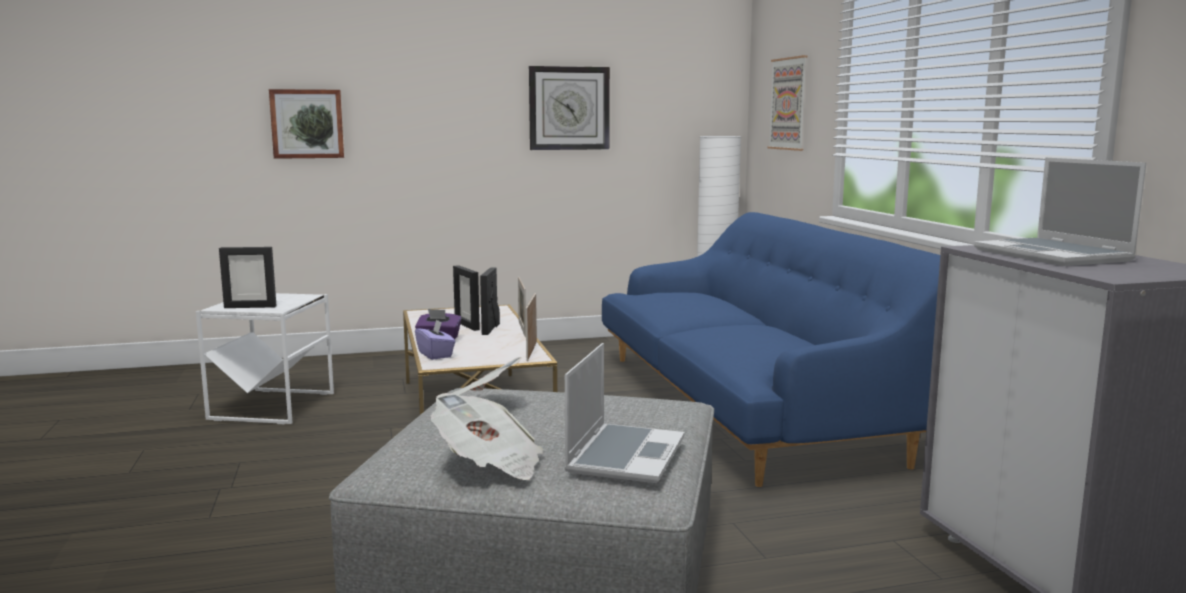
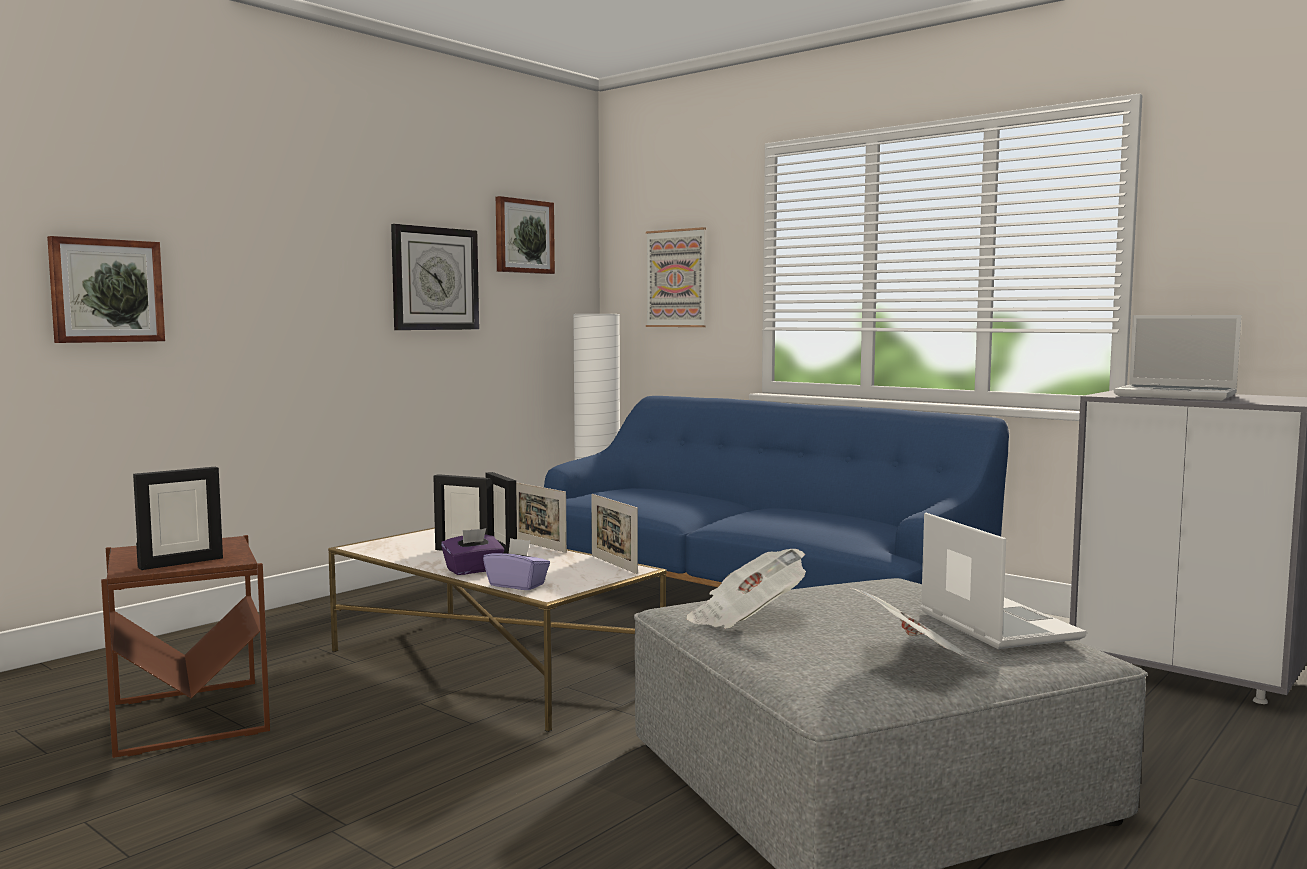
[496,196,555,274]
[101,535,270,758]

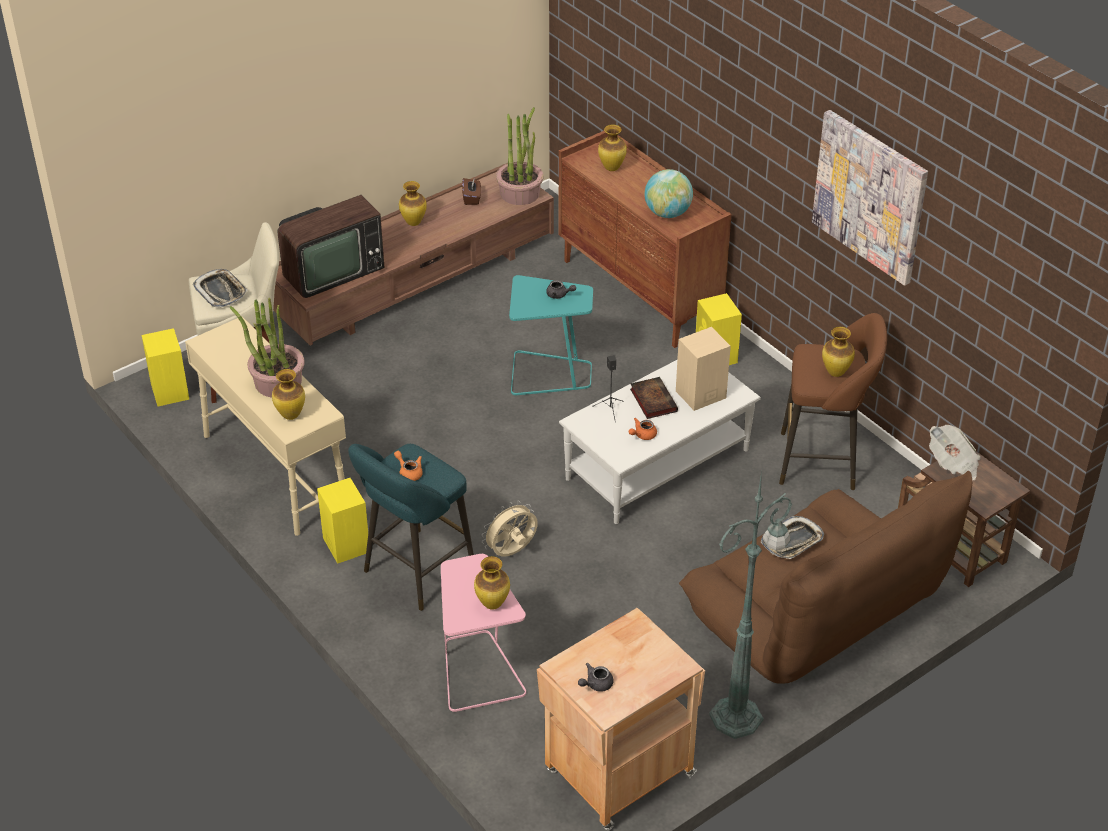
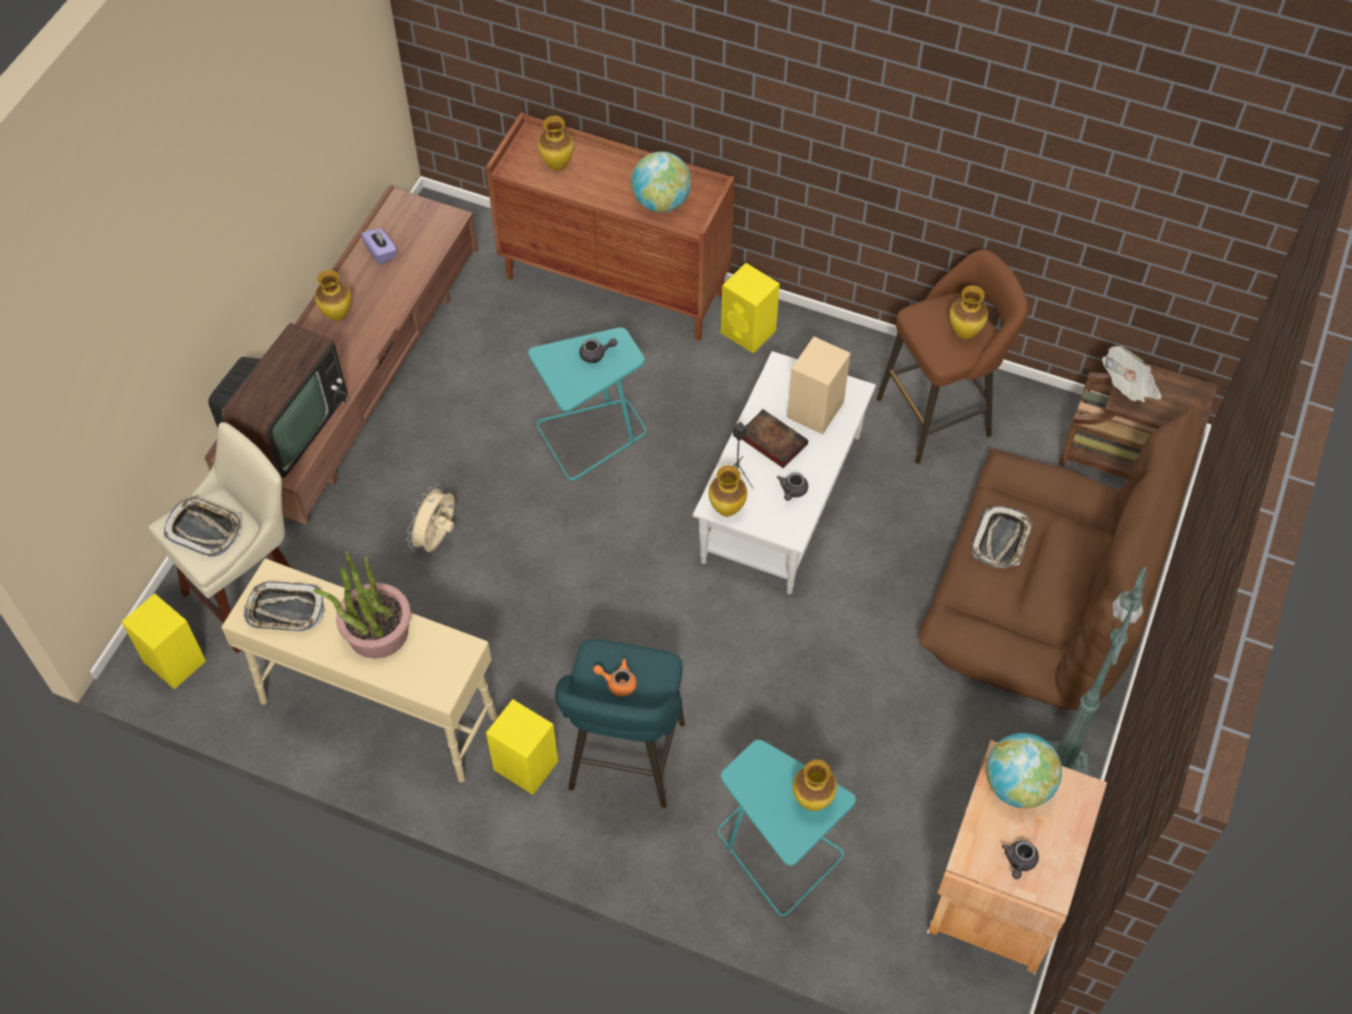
[496,107,544,205] (first image)
[812,110,928,286] (first image)
[243,581,325,632]
[986,733,1062,808]
[709,465,747,517]
[406,484,455,552]
[718,740,856,916]
[361,228,397,265]
[777,473,808,501]

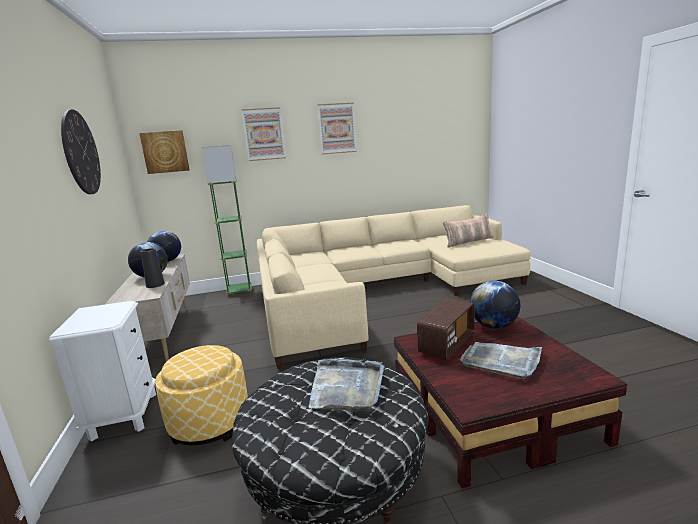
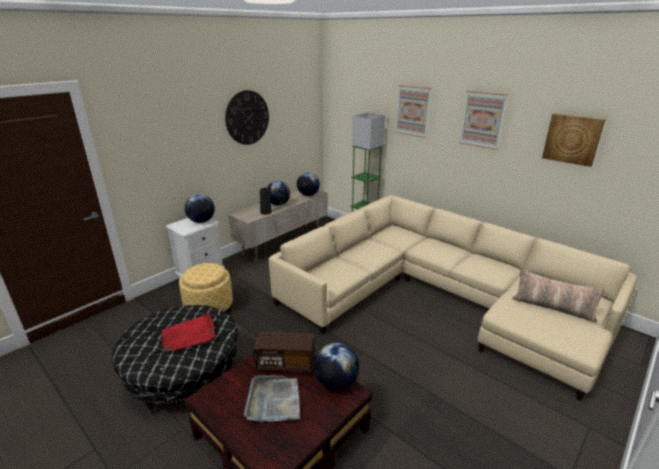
[184,194,215,223]
[542,113,605,167]
[162,313,215,353]

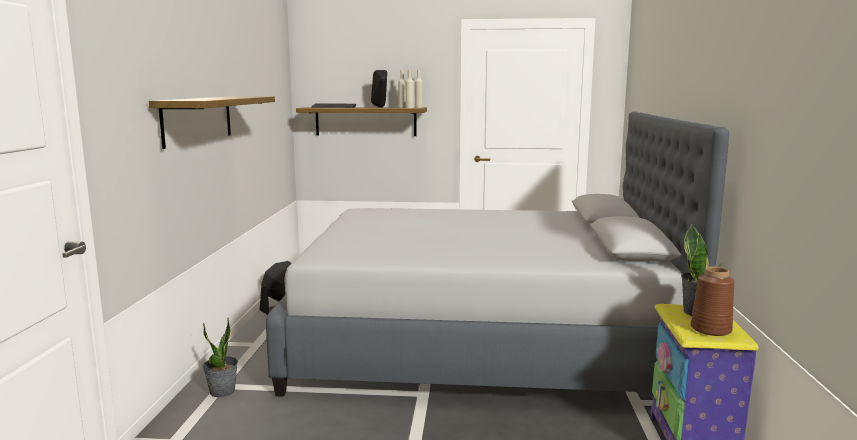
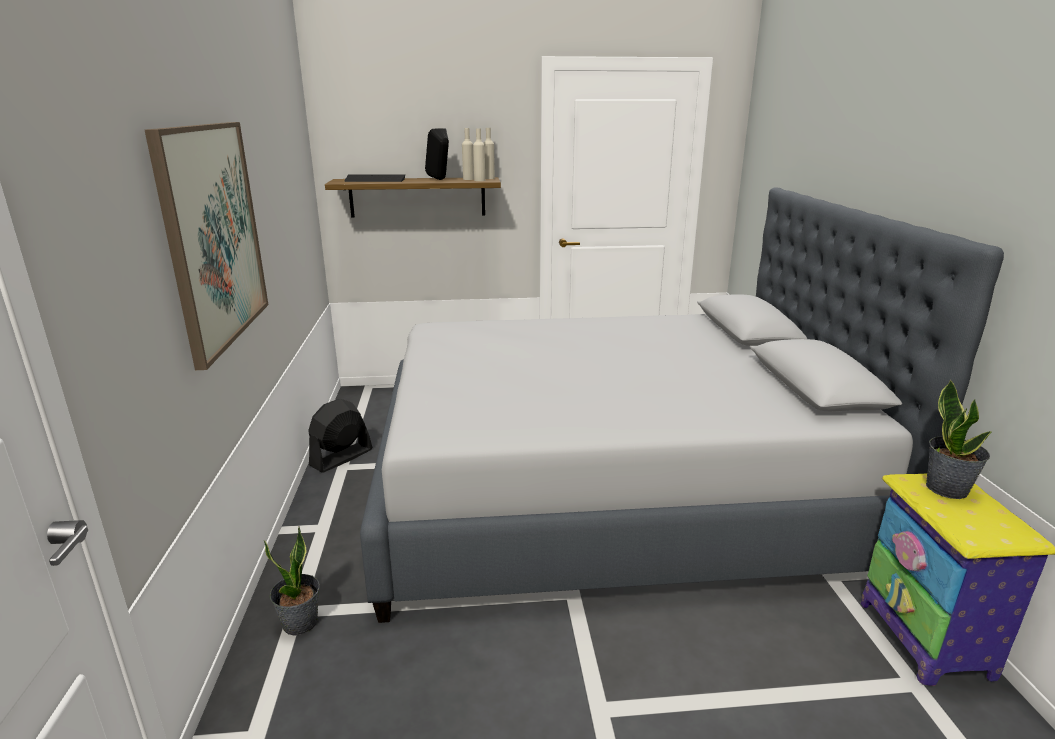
[690,266,735,336] (first image)
[145,122,268,370]

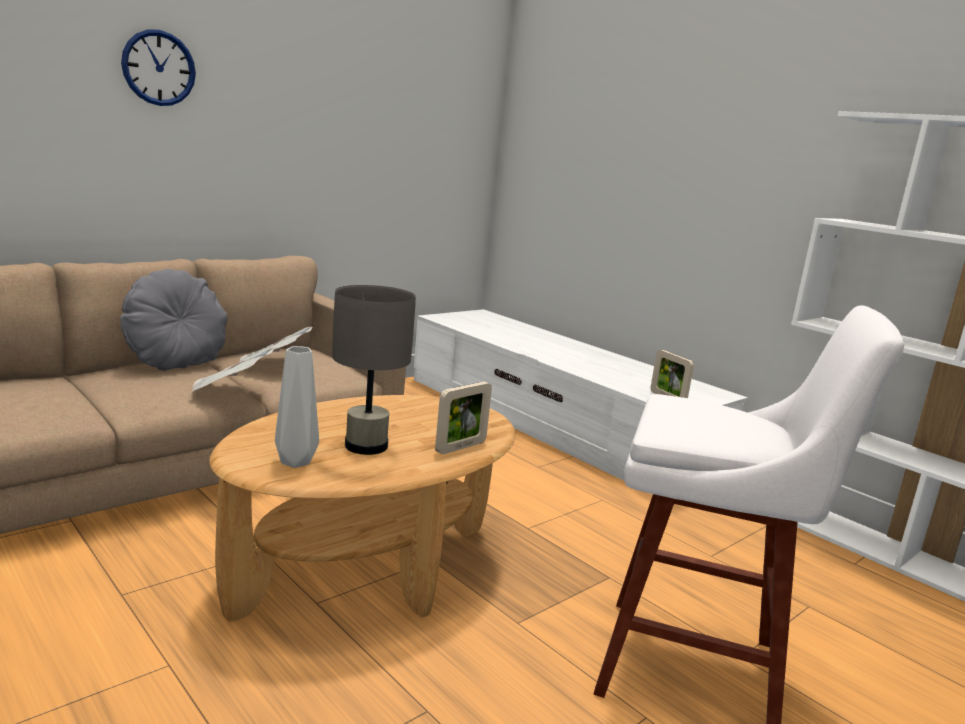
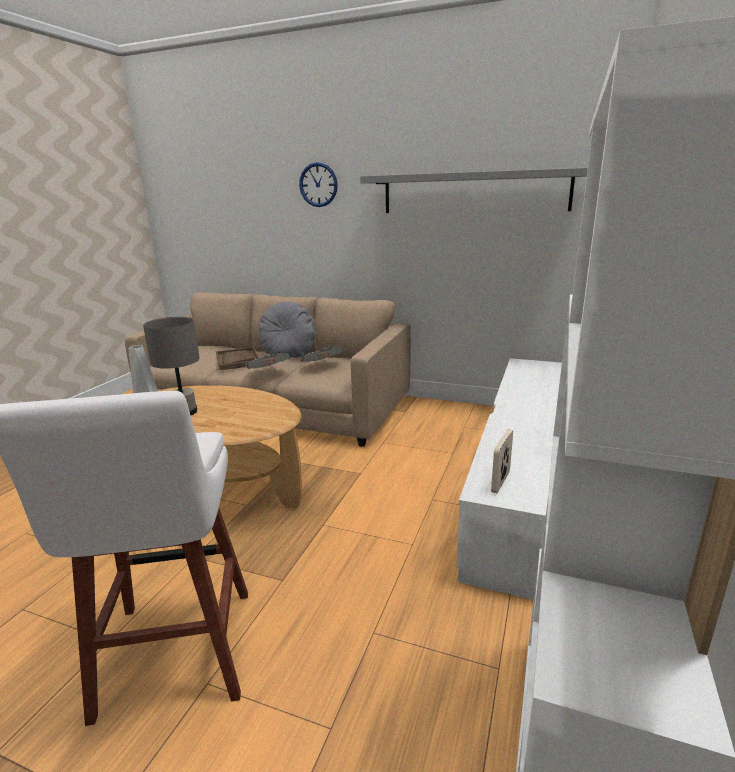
[435,381,492,454] (first image)
[216,347,259,370]
[360,168,588,213]

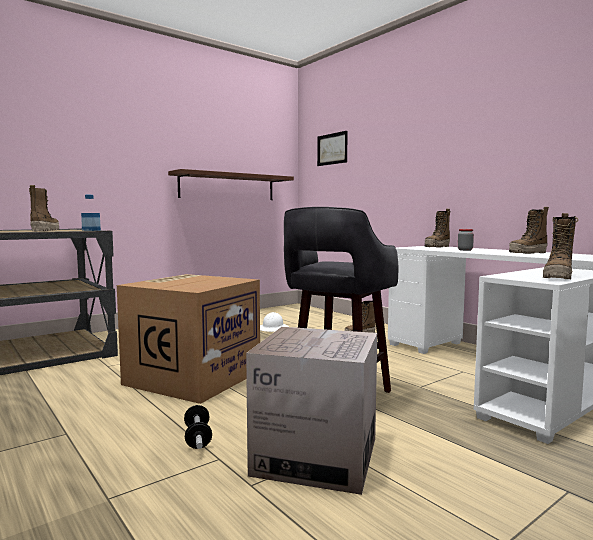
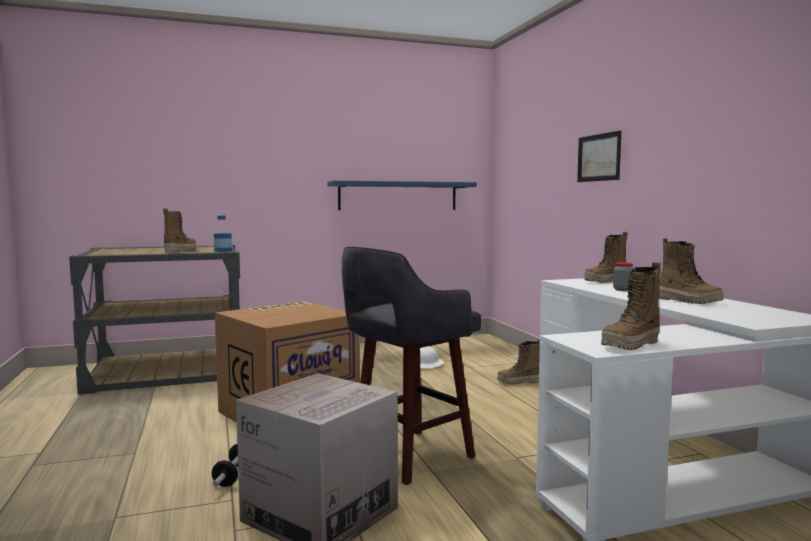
[577,131,621,182]
[327,181,477,210]
[658,238,724,304]

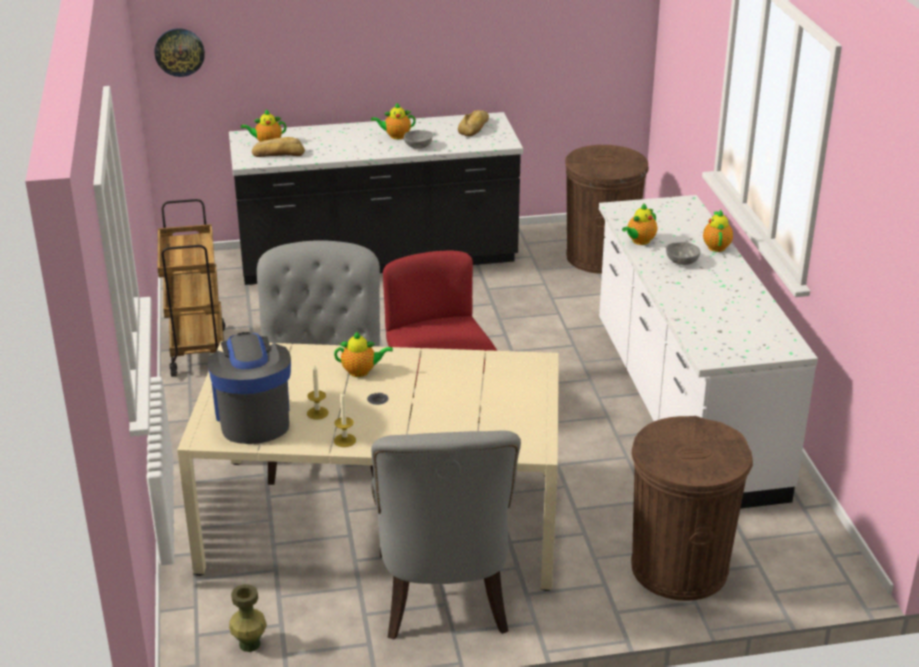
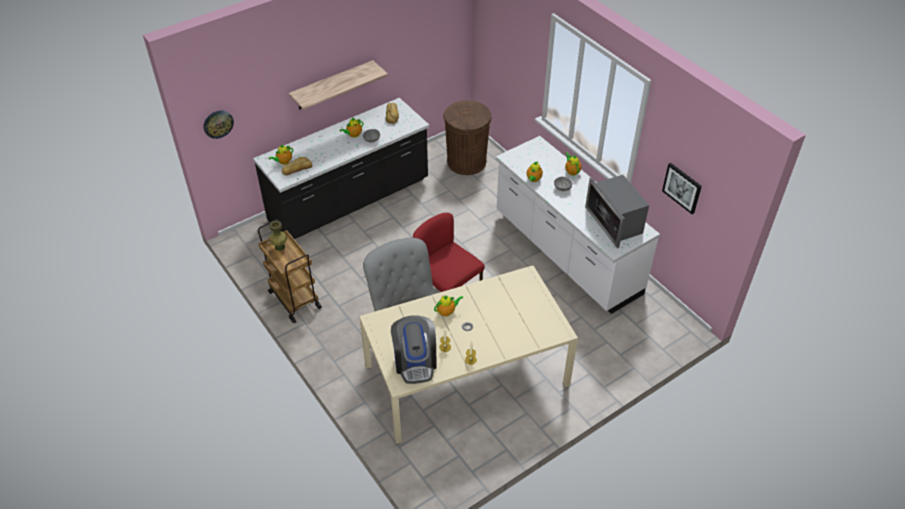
[371,430,521,639] (first image)
[631,416,753,601] (first image)
[288,60,388,110]
[585,175,649,248]
[662,163,702,214]
[269,221,287,251]
[391,315,437,384]

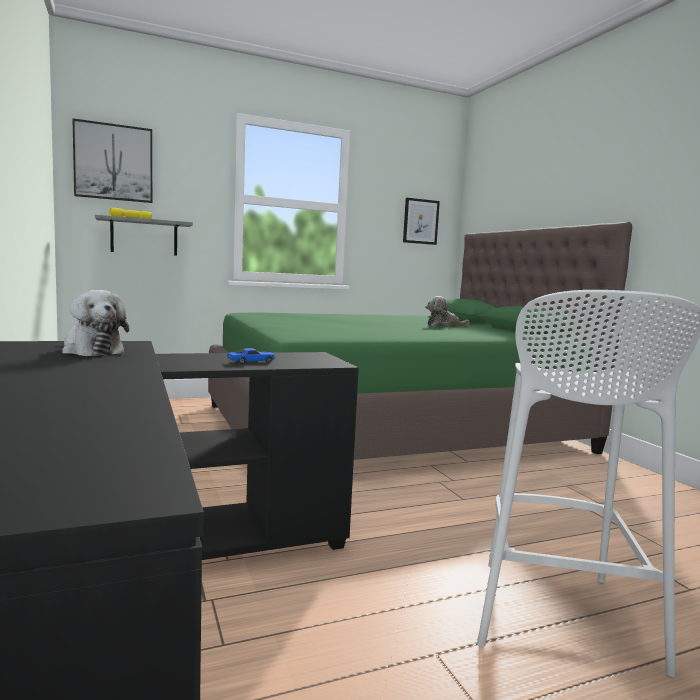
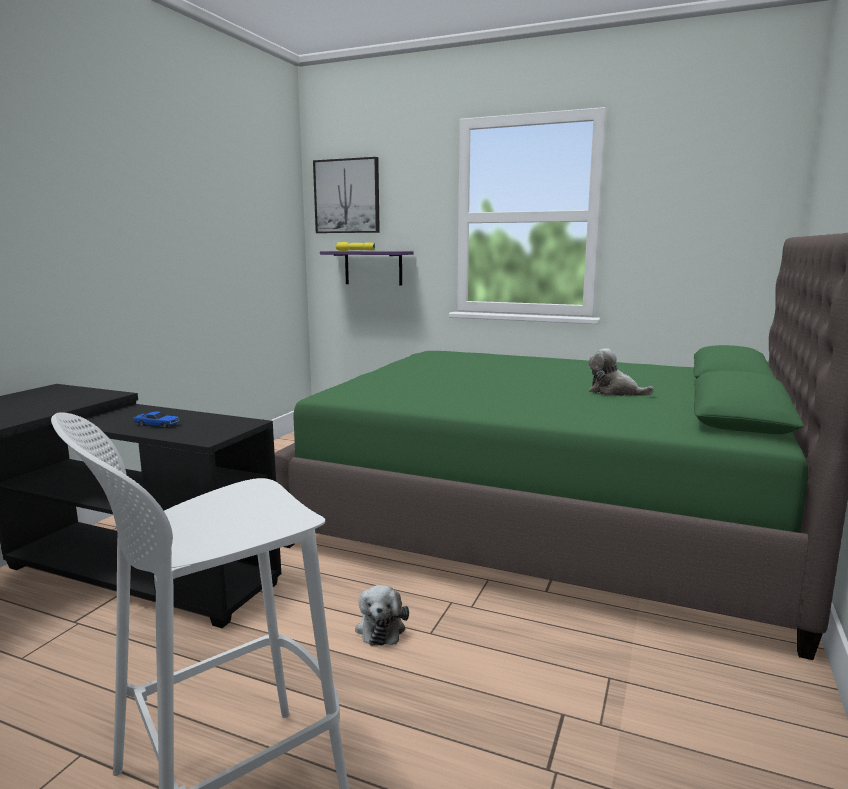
[403,198,440,245] (first image)
[355,585,409,646]
[320,251,414,286]

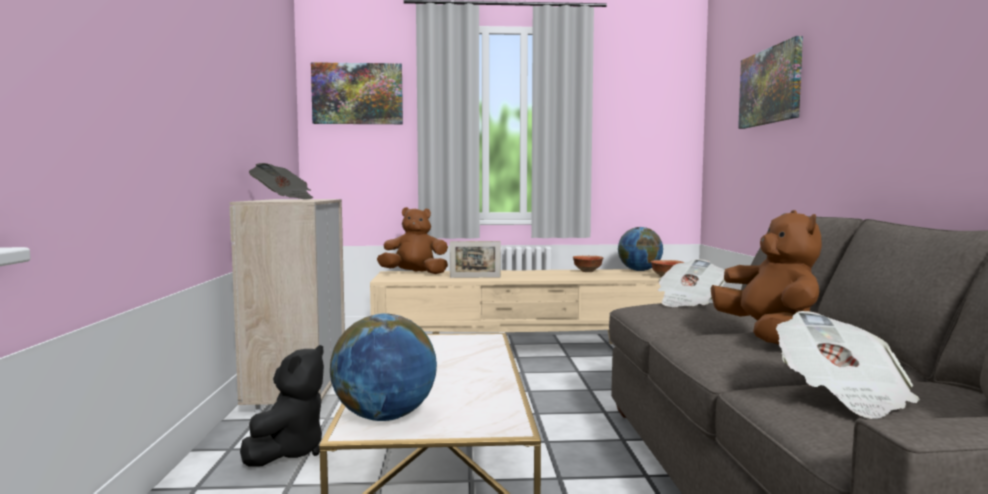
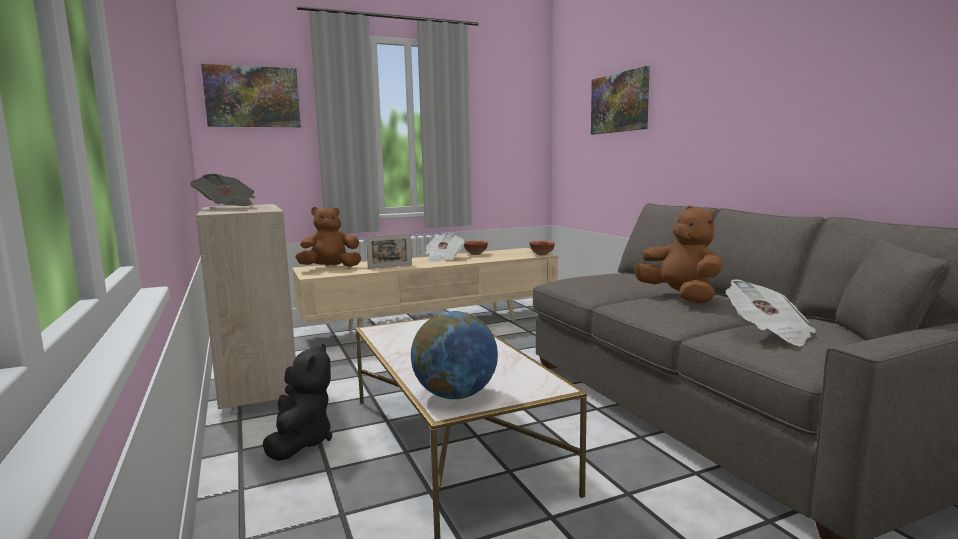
[618,227,663,271] (first image)
[425,233,465,262]

